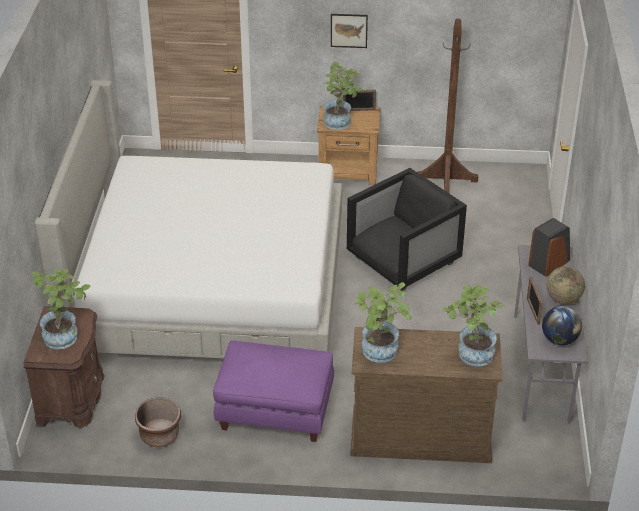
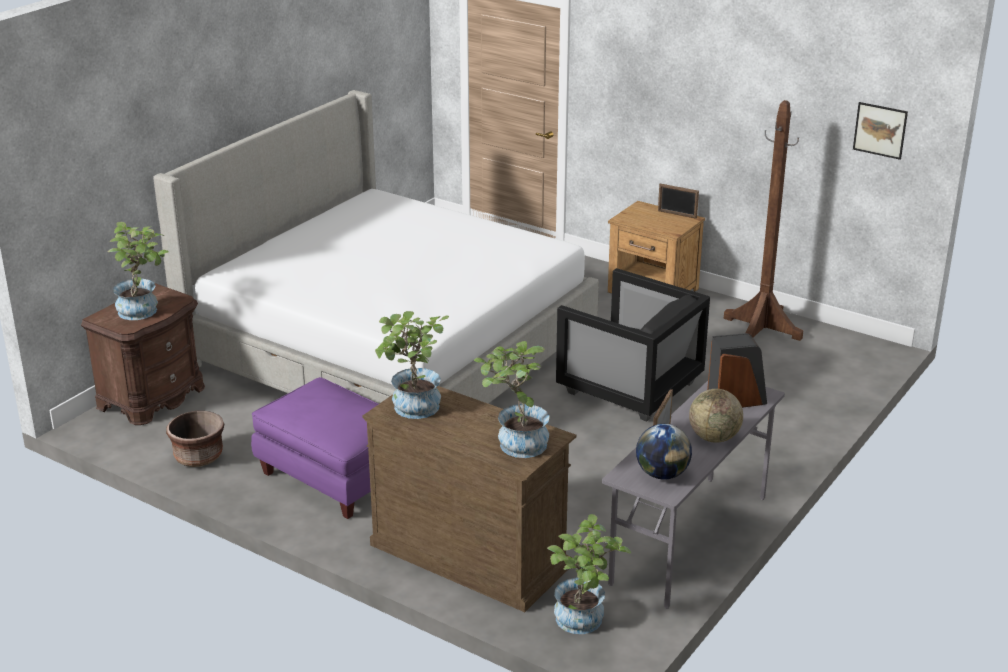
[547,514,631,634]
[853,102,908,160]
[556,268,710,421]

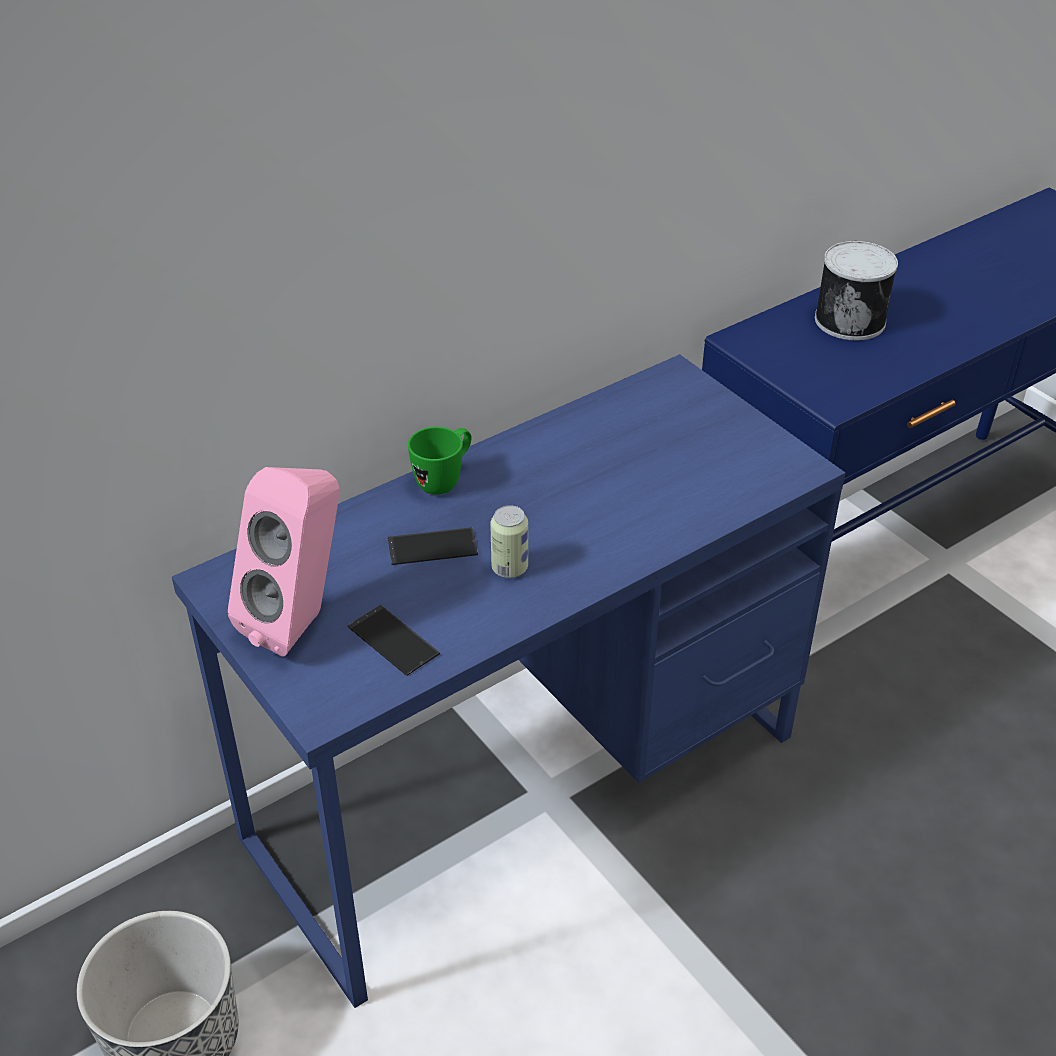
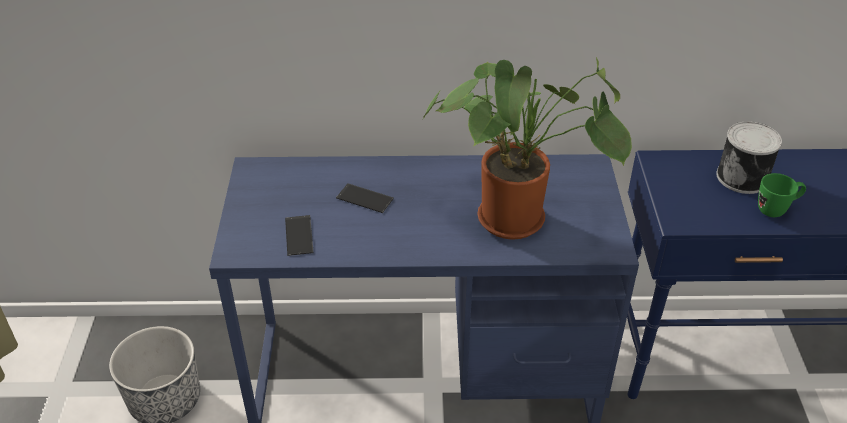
[228,467,340,657] (first image)
[490,505,528,578] (first image)
[422,57,632,240]
[758,173,806,217]

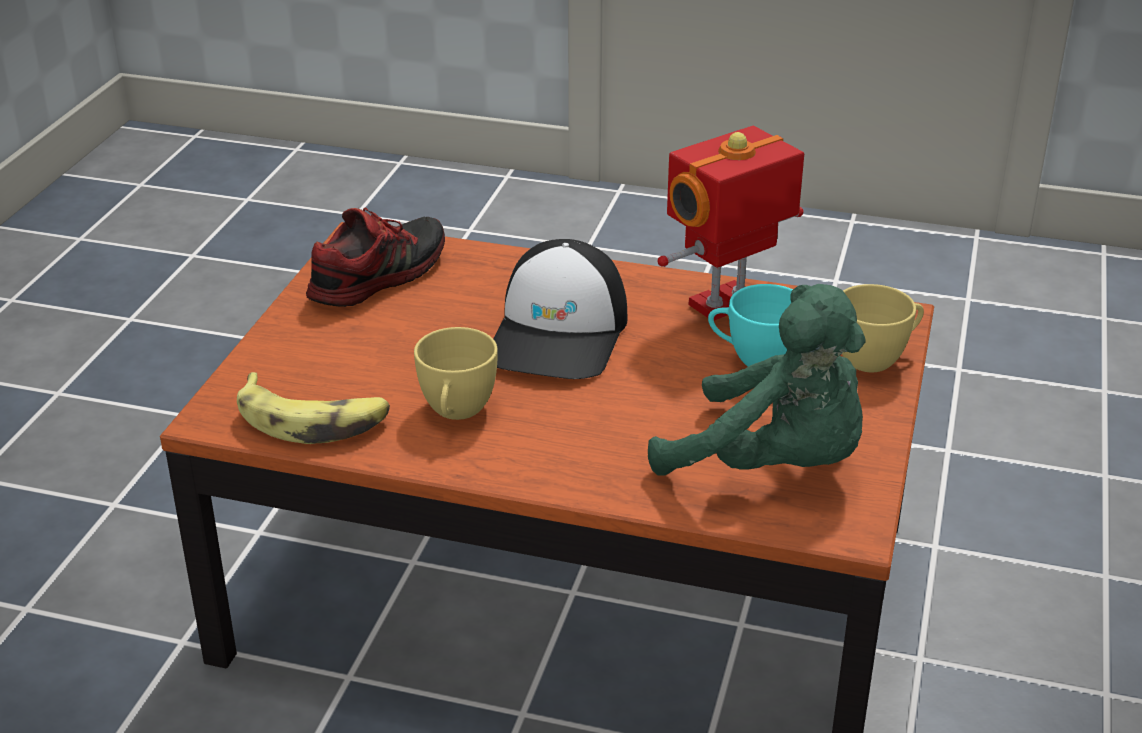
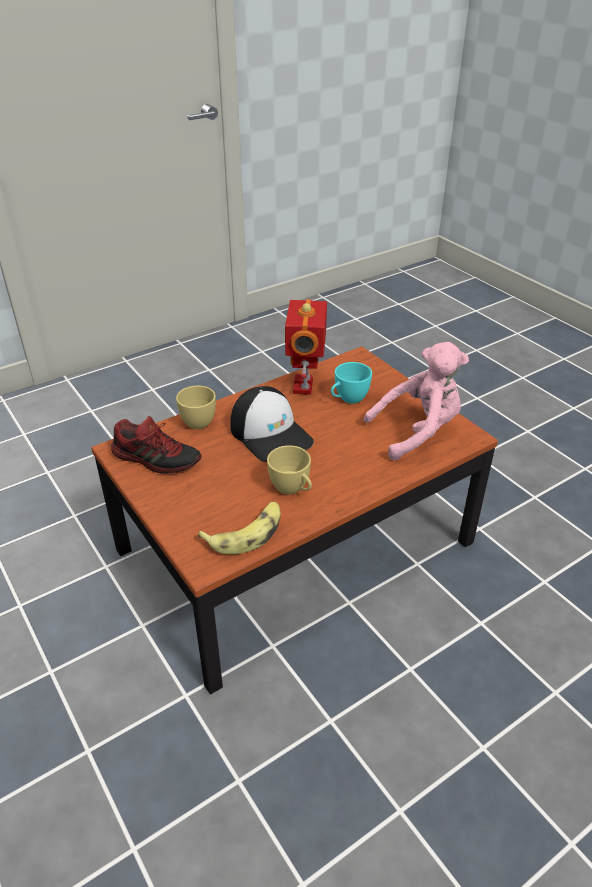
[176,386,216,429]
[364,342,469,461]
[111,416,201,474]

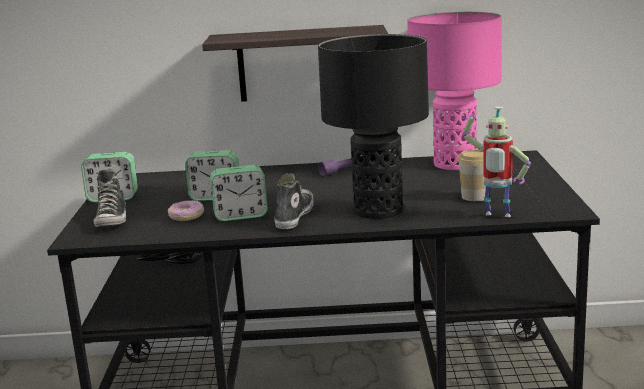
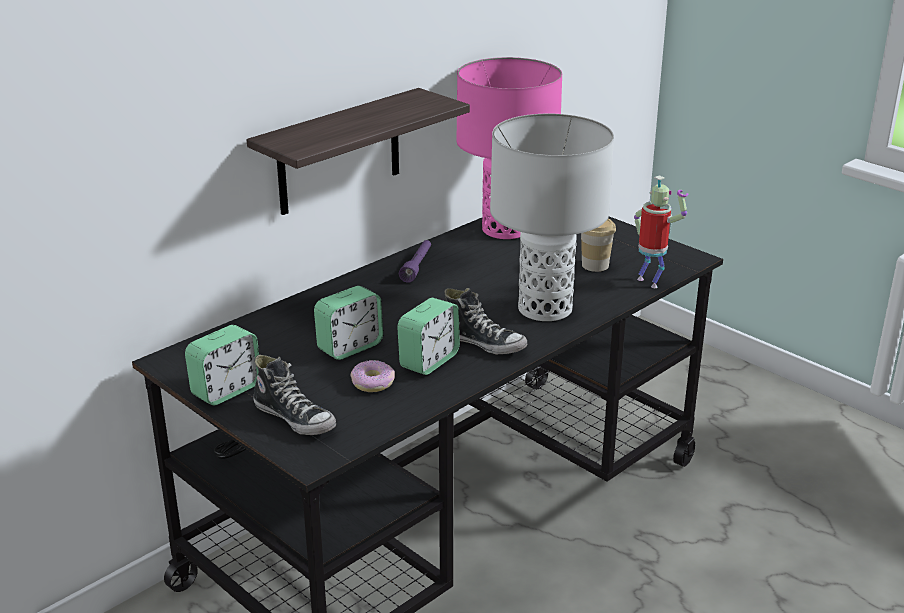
[490,114,614,321]
[444,288,527,355]
[634,175,688,288]

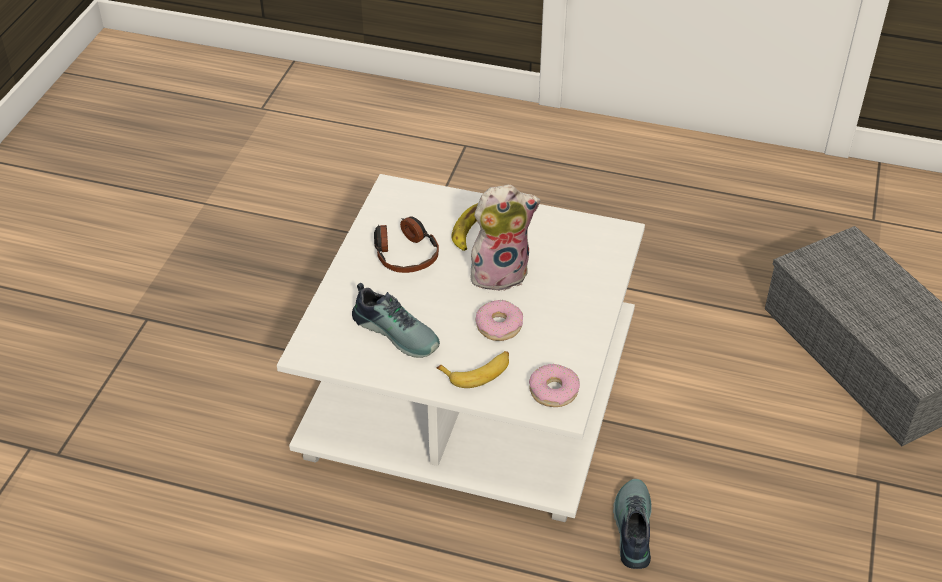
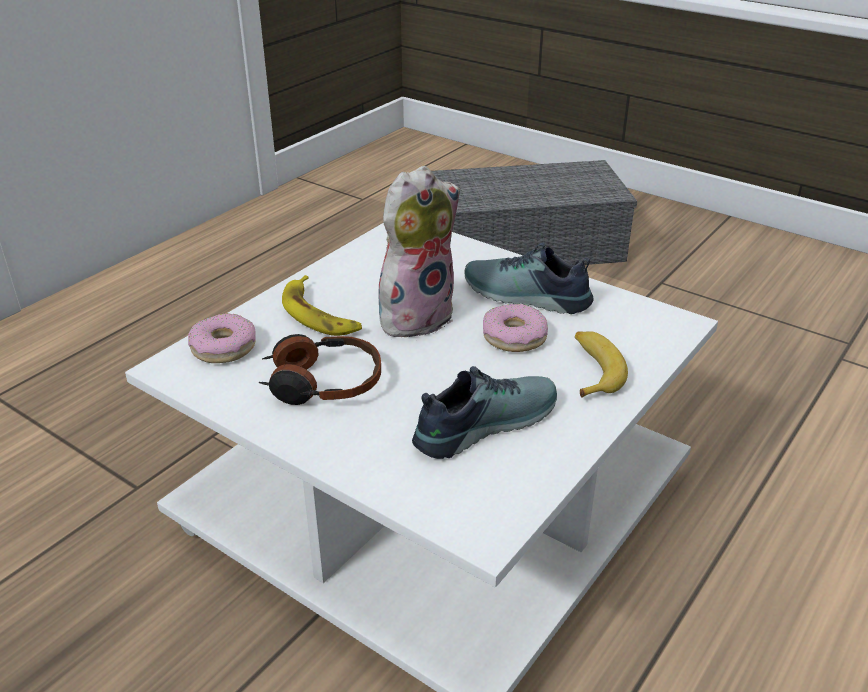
[188,313,256,363]
[464,243,594,314]
[378,166,460,337]

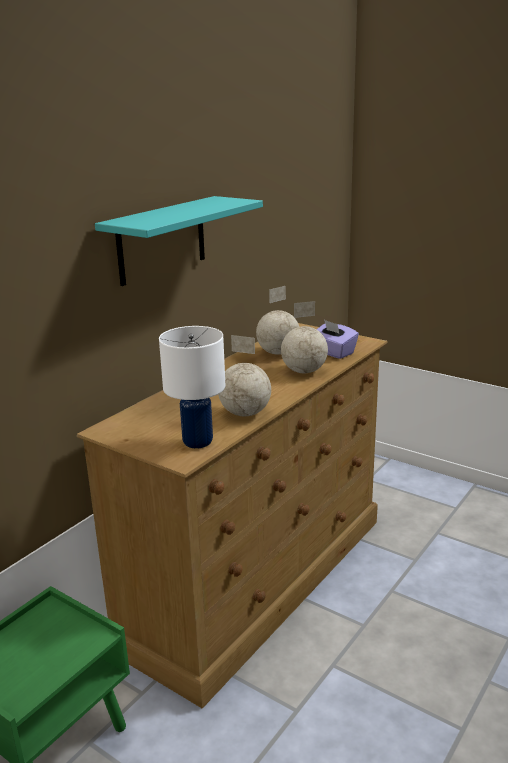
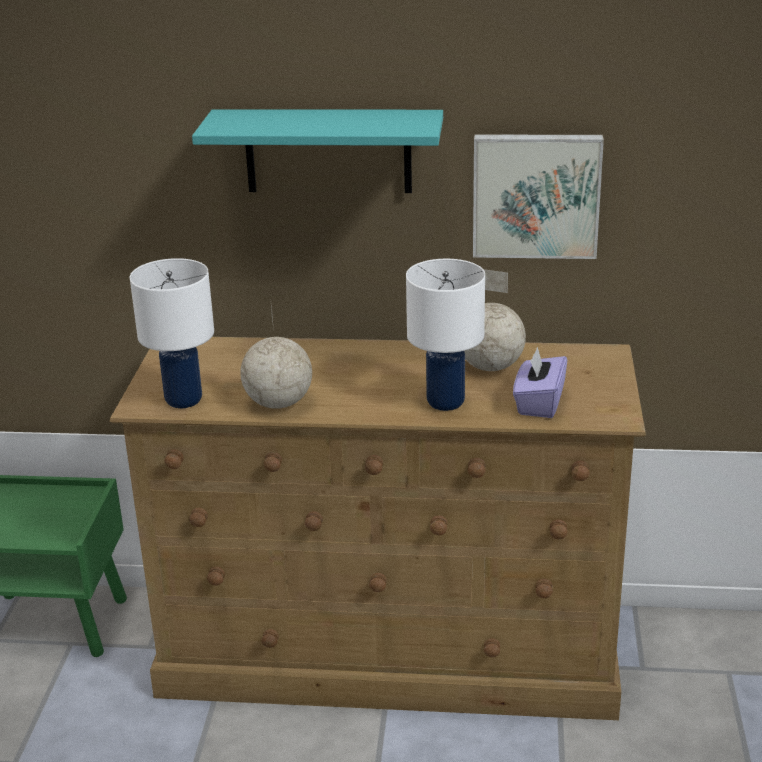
[473,134,604,259]
[406,259,485,411]

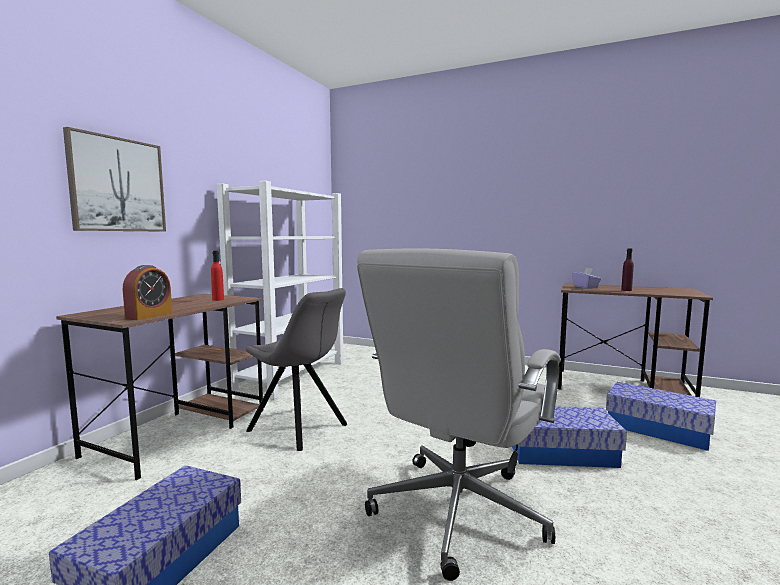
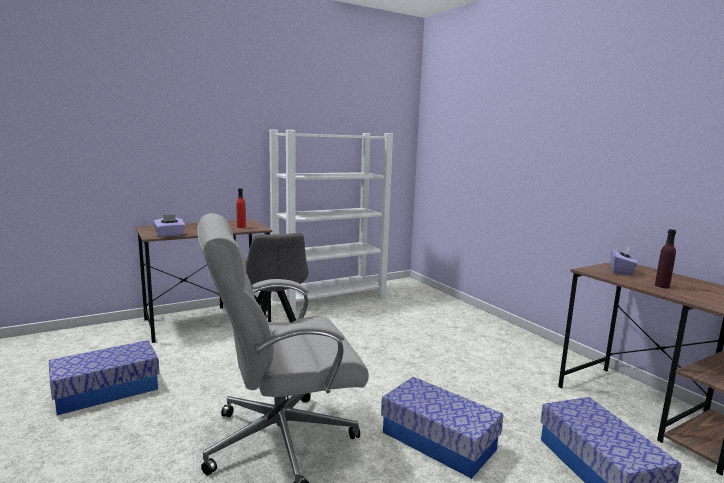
[63,127,166,232] (first image)
[153,214,185,237]

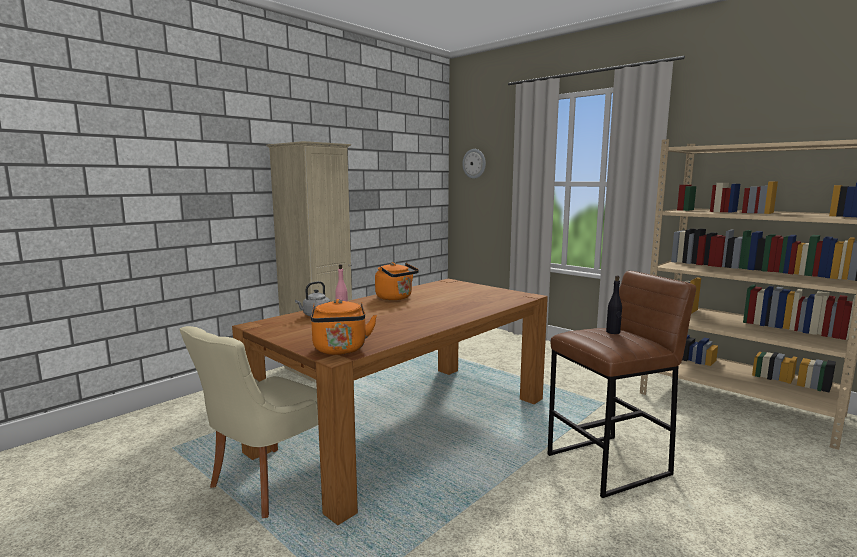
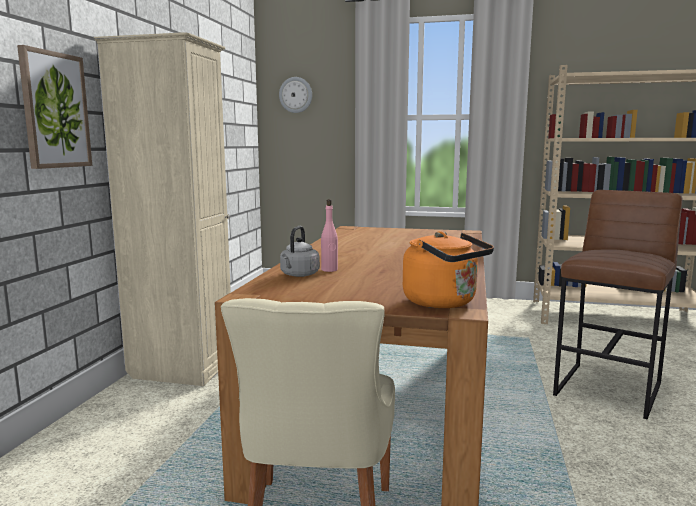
[375,262,419,300] (first image)
[606,276,622,334] (first image)
[17,45,92,169]

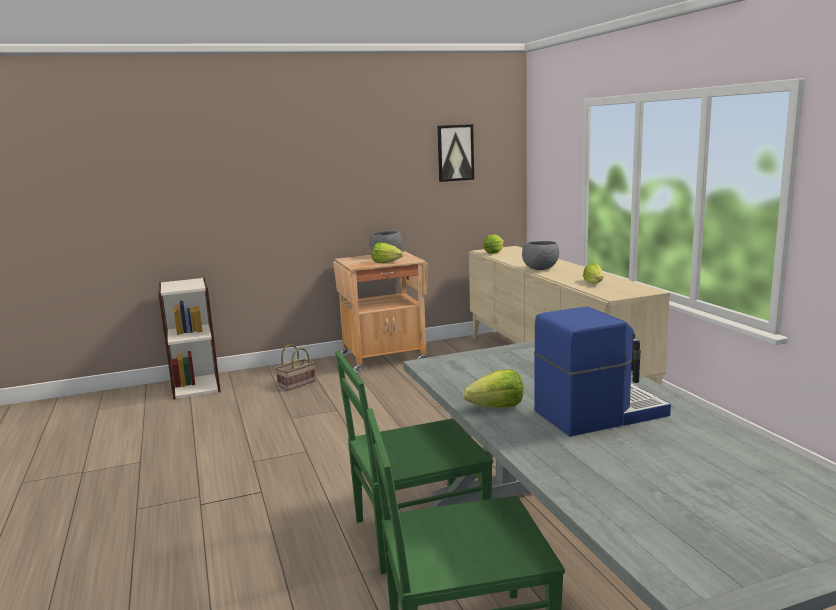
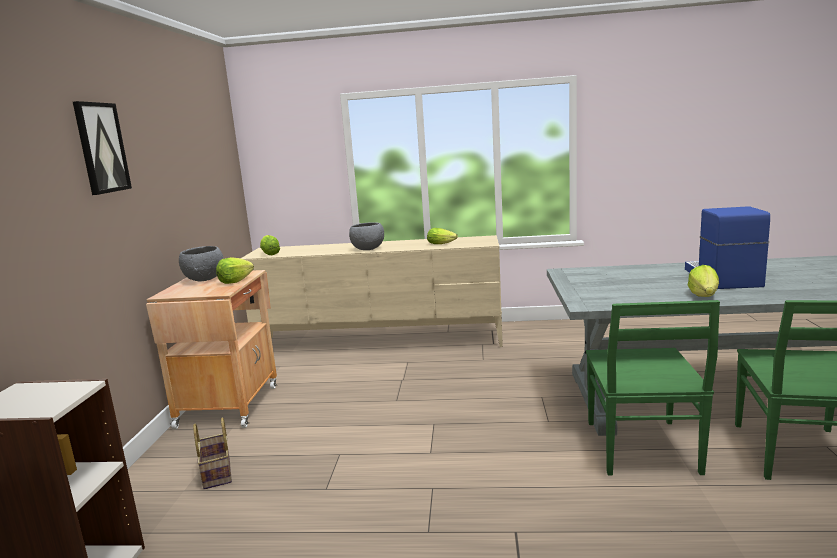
[73,101,132,195]

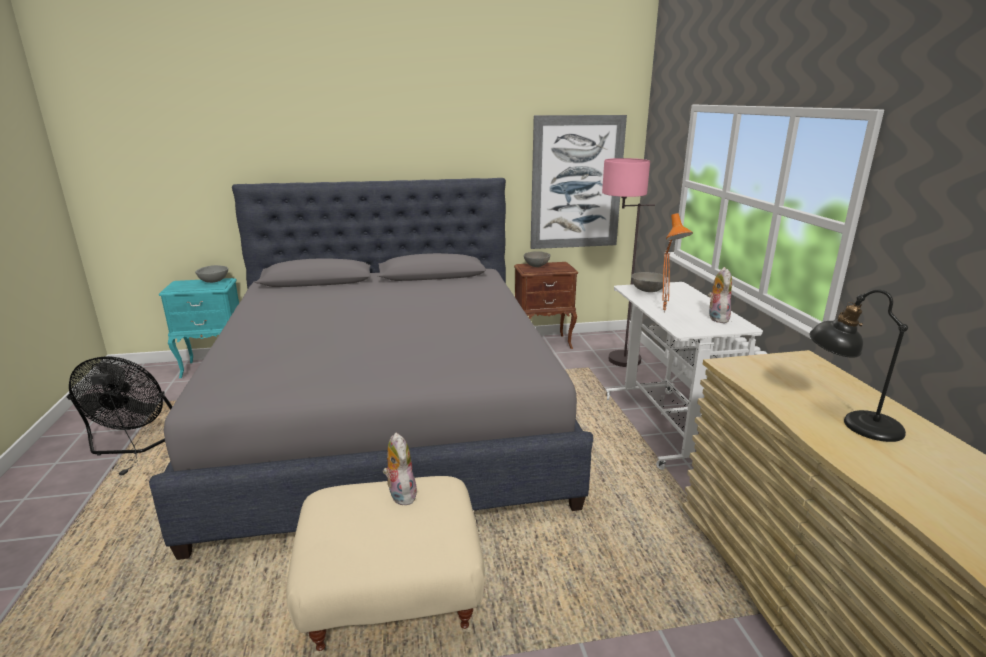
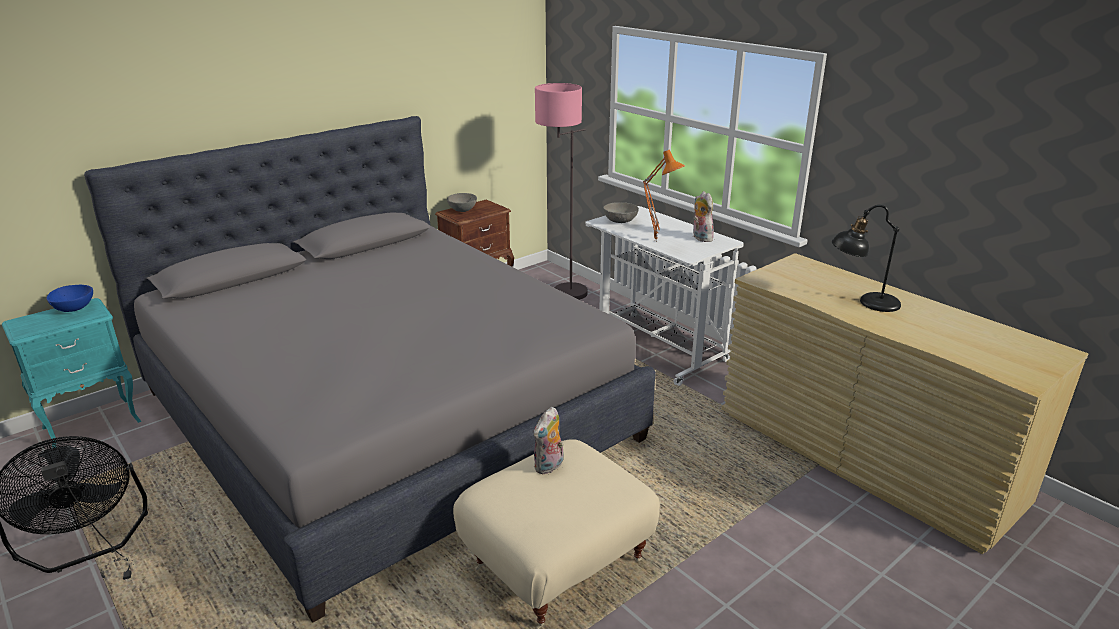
[530,115,627,249] (first image)
[46,285,93,312]
[533,407,564,474]

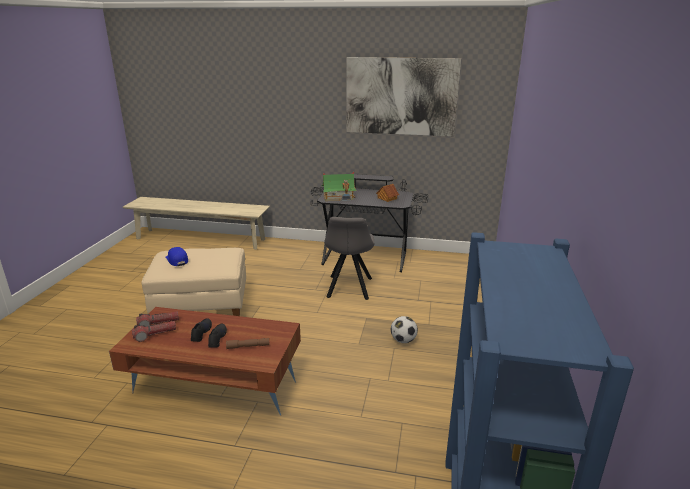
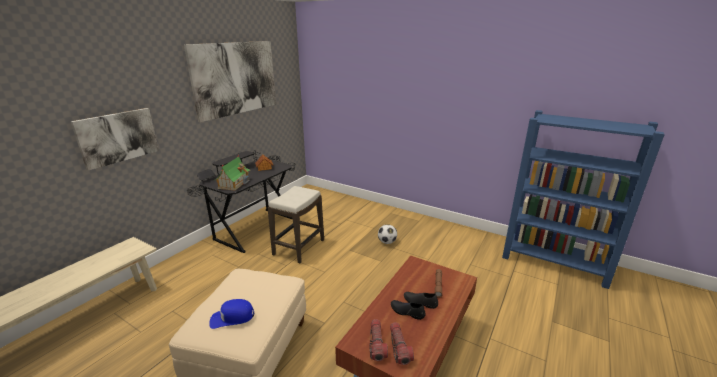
[71,108,159,171]
[268,186,324,263]

